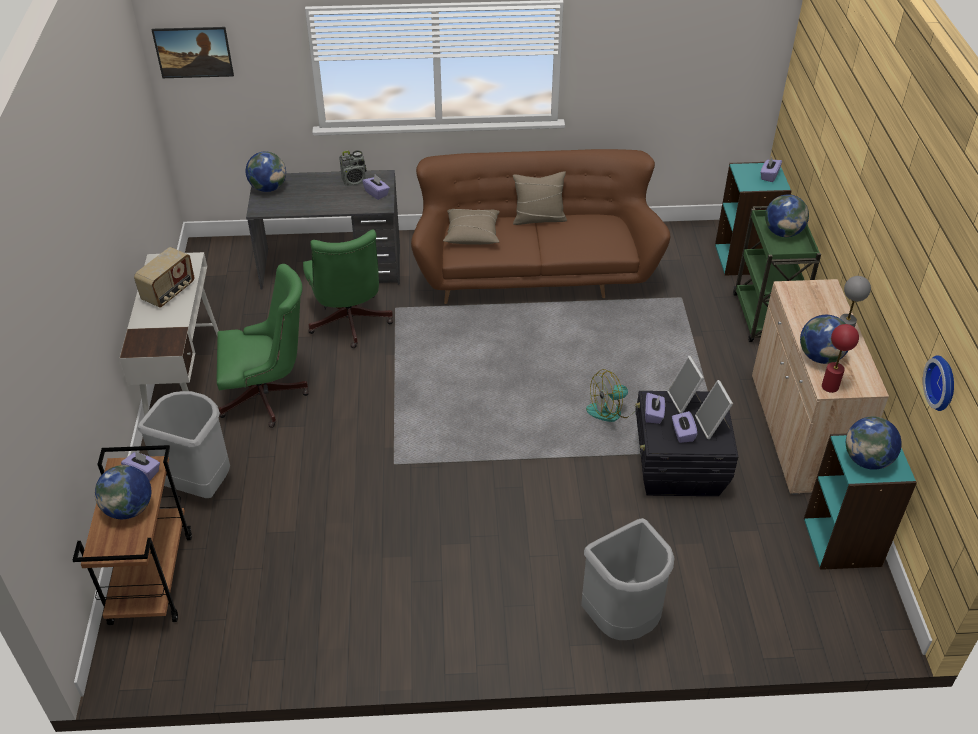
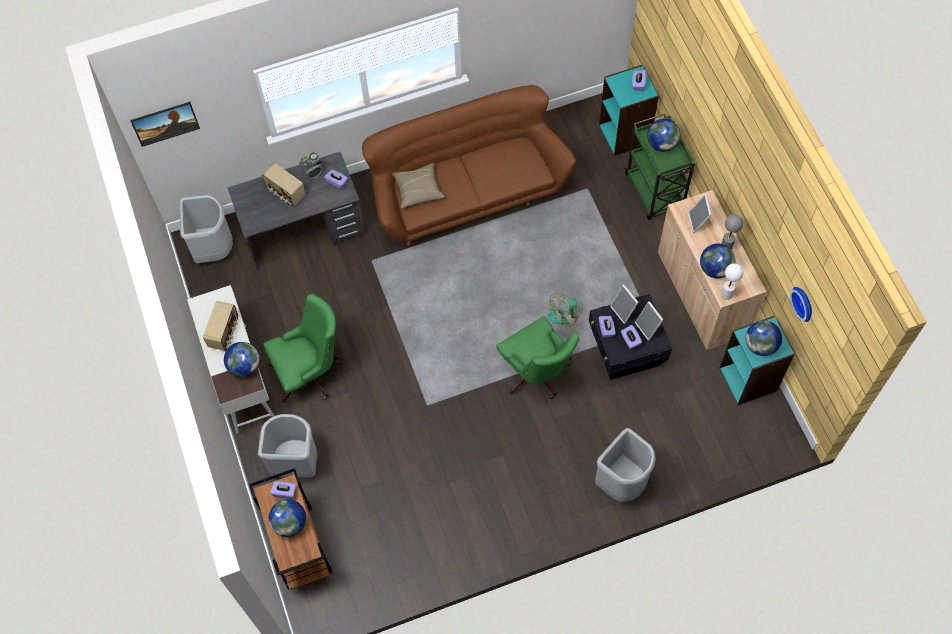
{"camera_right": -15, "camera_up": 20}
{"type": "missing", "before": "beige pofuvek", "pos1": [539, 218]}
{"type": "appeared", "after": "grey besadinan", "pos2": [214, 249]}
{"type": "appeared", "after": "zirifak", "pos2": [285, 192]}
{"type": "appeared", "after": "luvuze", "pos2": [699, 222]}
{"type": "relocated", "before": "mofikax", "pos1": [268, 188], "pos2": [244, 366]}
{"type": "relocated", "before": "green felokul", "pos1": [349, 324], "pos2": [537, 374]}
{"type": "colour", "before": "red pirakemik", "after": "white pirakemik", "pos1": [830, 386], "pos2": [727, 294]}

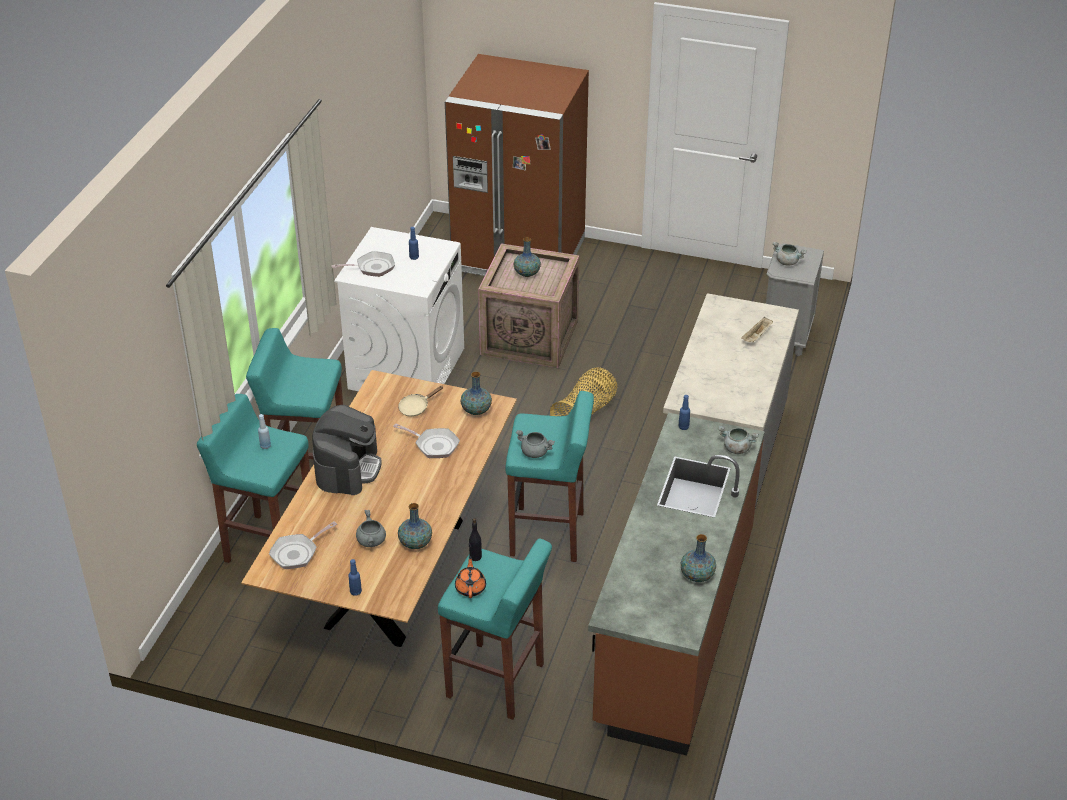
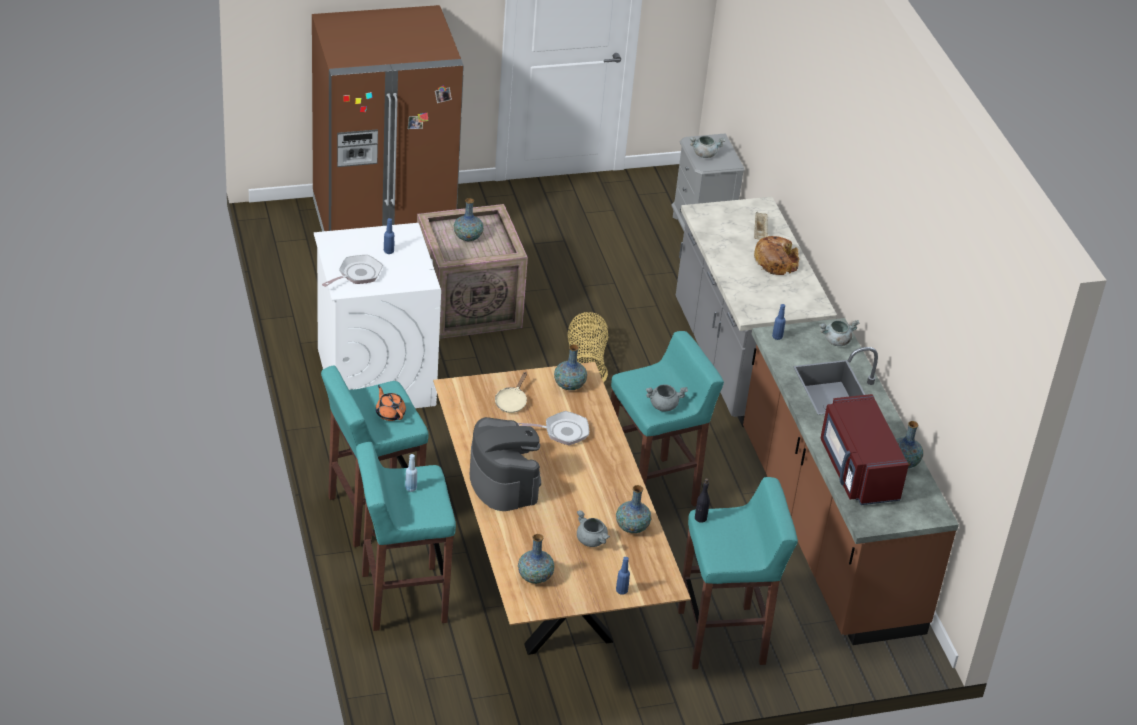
{"camera_right": -35, "camera_up": 0}
{"type": "appeared", "after": "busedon", "pos2": [776, 262]}
{"type": "appeared", "after": "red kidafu", "pos2": [857, 470]}
{"type": "relocated", "before": "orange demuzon", "pos1": [470, 587], "pos2": [390, 413]}
{"type": "exchanged", "before": "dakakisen", "after": "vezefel", "pos1": [297, 553], "pos2": [535, 577]}

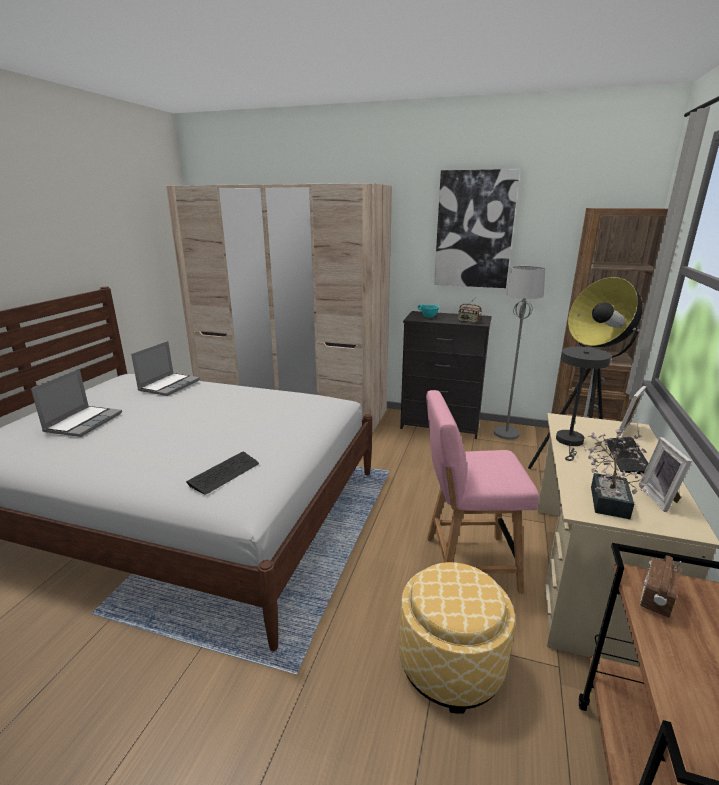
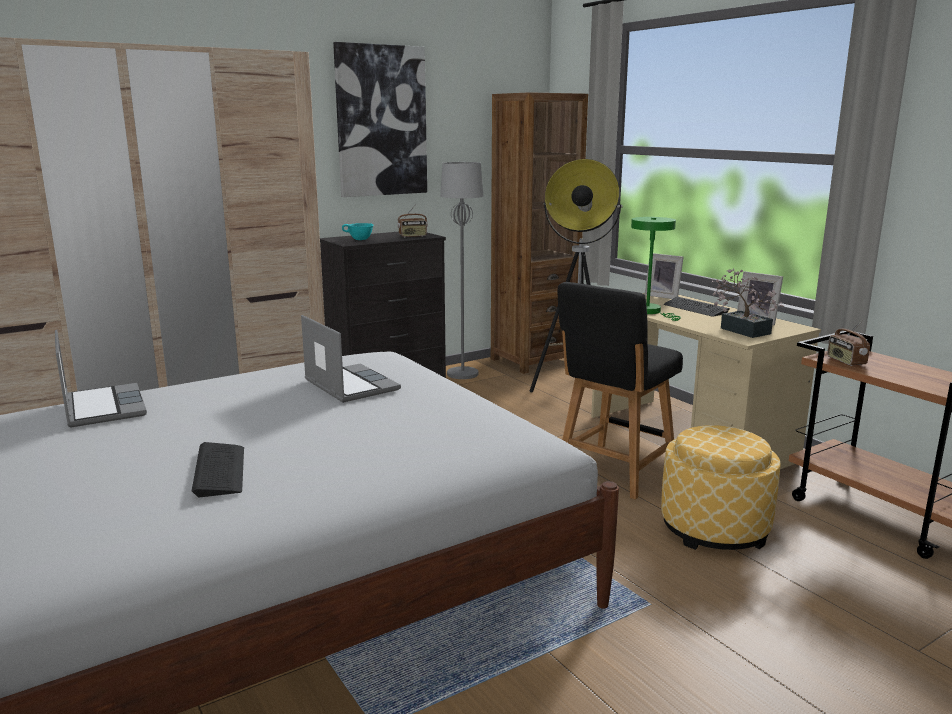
{"camera_right": -50, "camera_up": -5}
{"type": "relocated", "before": "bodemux", "pos1": [84, 422], "pos2": [349, 385]}
{"type": "relocated", "before": "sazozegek", "pos1": [224, 474], "pos2": [220, 470]}
{"type": "colour", "before": "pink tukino", "after": "black tukino", "pos1": [466, 563], "pos2": [613, 472]}
{"type": "colour", "before": "grey pirakemik", "after": "green pirakemik", "pos1": [570, 442], "pos2": [651, 312]}
{"type": "spun", "before": "luvuze", "pos1": [630, 431], "pos2": [663, 296], "turn": -45}

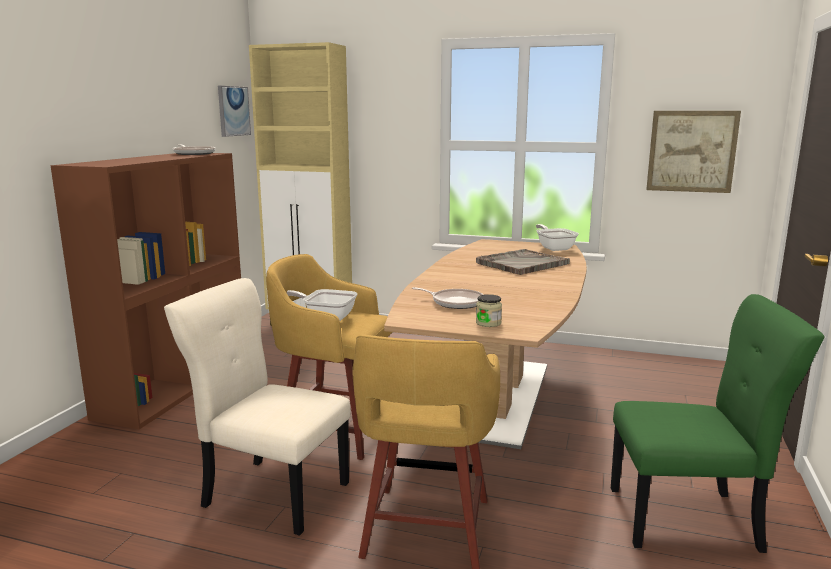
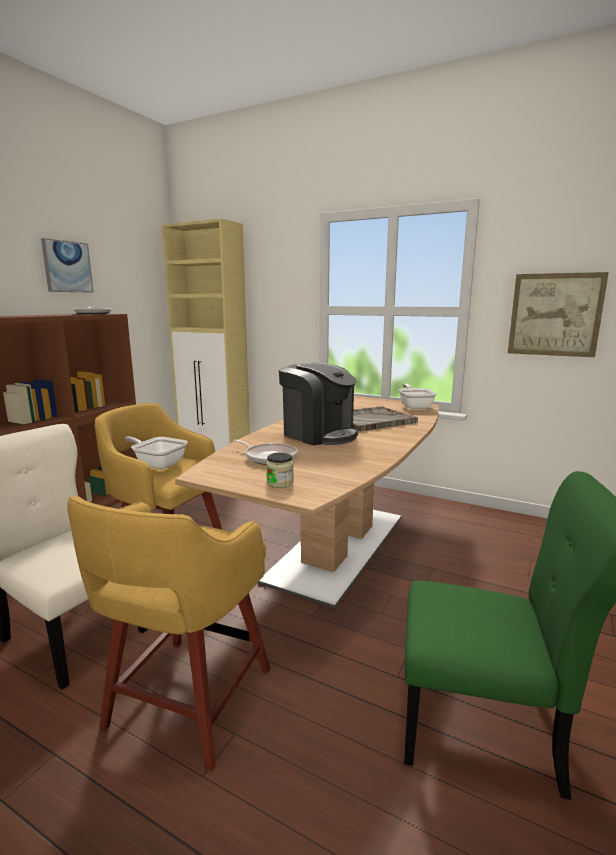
{"camera_right": 10, "camera_up": 0}
{"type": "appeared", "after": "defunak", "pos2": [319, 434]}
{"type": "relocated", "before": "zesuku", "pos1": [233, 111], "pos2": [67, 267]}

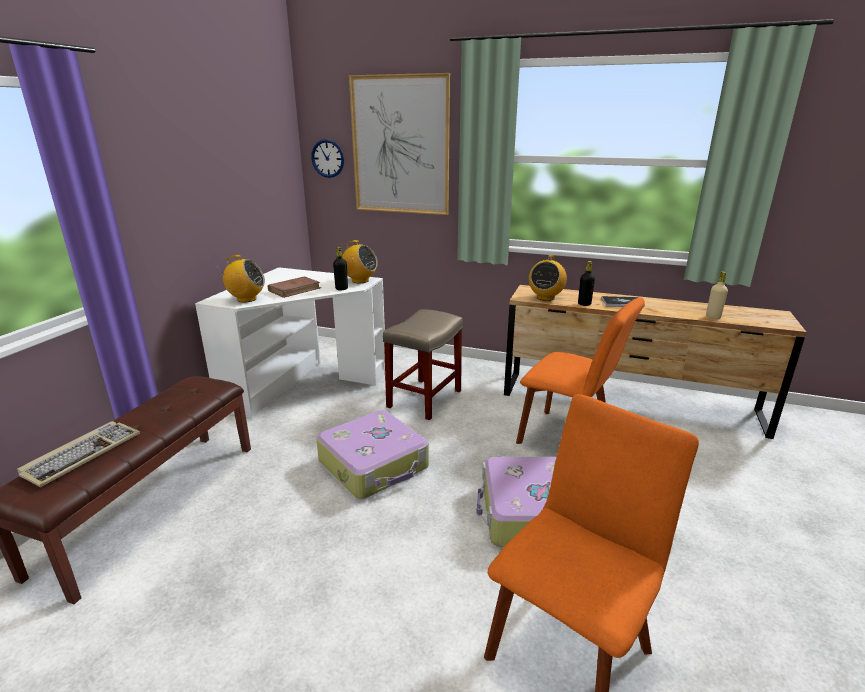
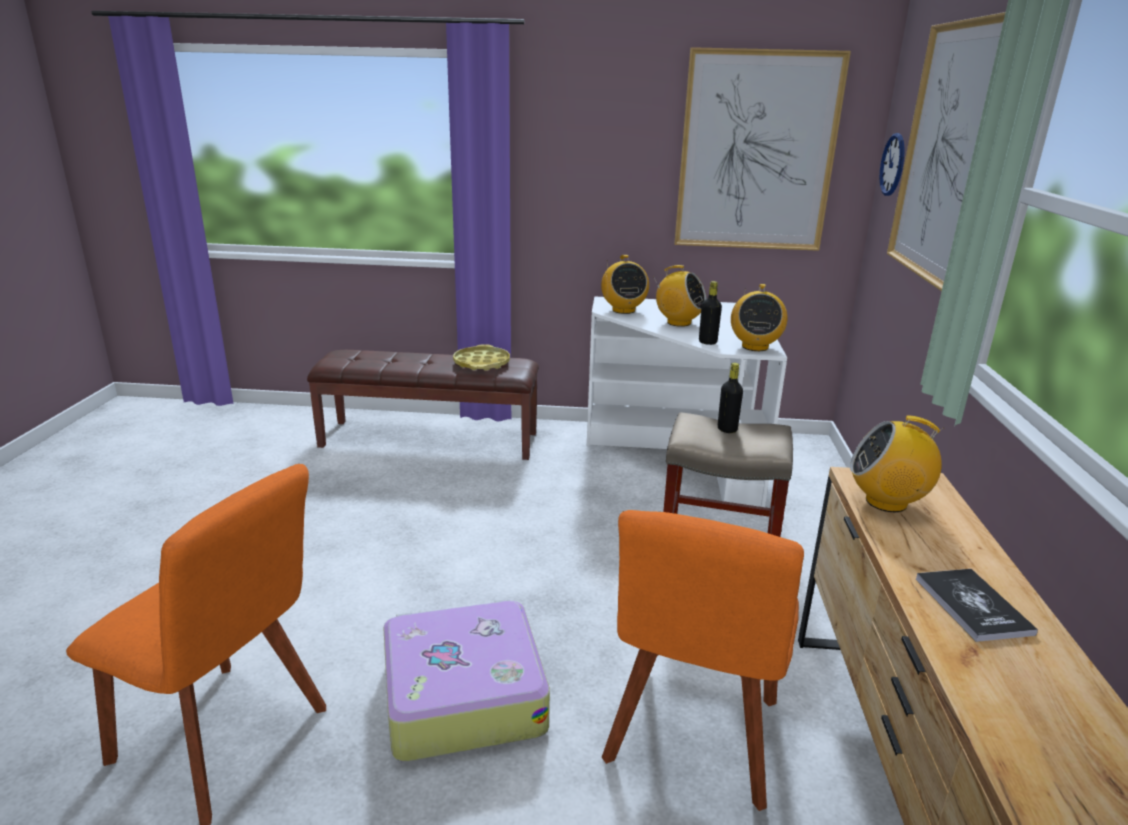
{"camera_right": 75, "camera_up": 0}
{"type": "missing", "before": "sazozegek", "pos1": [82, 454]}
{"type": "missing", "before": "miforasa", "pos1": [374, 464]}
{"type": "missing", "before": "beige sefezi", "pos1": [713, 317]}
{"type": "appeared", "after": "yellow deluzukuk", "pos2": [482, 363]}
{"type": "appeared", "after": "zesuku", "pos2": [756, 152]}
{"type": "relocated", "before": "black sefezi", "pos1": [584, 304], "pos2": [727, 429]}
{"type": "exchanged", "before": "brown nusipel", "after": "zirifak", "pos1": [294, 289], "pos2": [678, 322]}

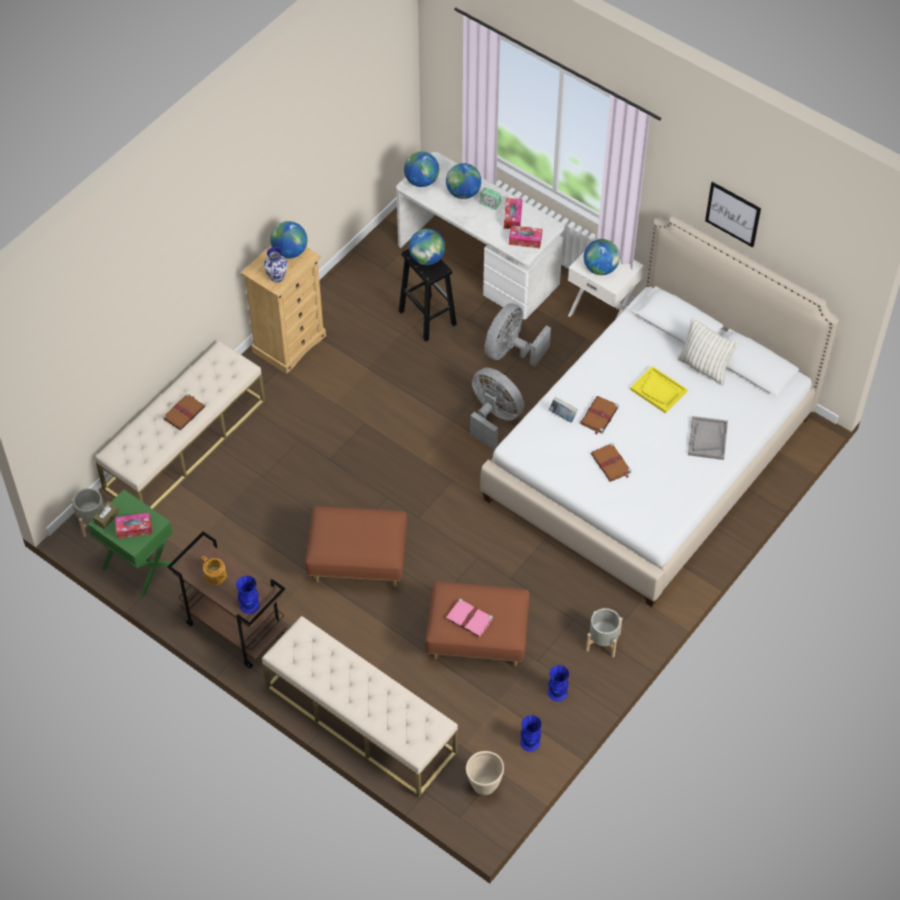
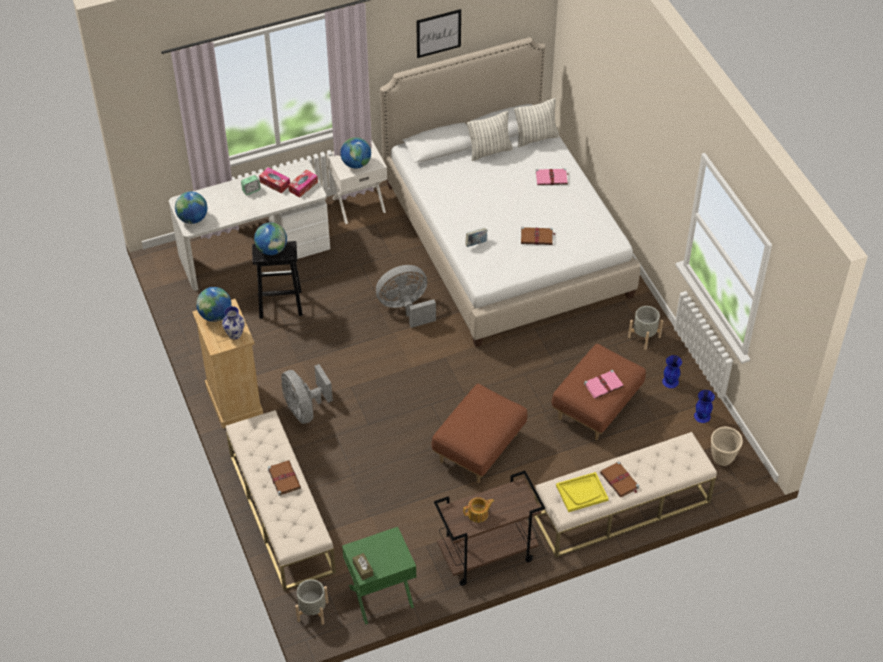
{"camera_right": -60, "camera_up": -5}
{"type": "missing", "before": "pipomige", "pos1": [134, 528]}
{"type": "missing", "before": "blue vezefel", "pos1": [249, 605]}
{"type": "missing", "before": "mofikax", "pos1": [463, 193]}
{"type": "appeared", "after": "pofuvek", "pos2": [536, 138]}
{"type": "relocated", "before": "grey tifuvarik", "pos1": [511, 351], "pos2": [305, 409]}
{"type": "relocated", "before": "brown nusipel", "pos1": [599, 416], "pos2": [619, 481]}
{"type": "relocated", "before": "yellow deluzukuk", "pos1": [658, 390], "pos2": [582, 493]}
{"type": "exchanged", "before": "grey deluzukuk", "after": "pink nusipel", "pos1": [707, 439], "pos2": [552, 178]}

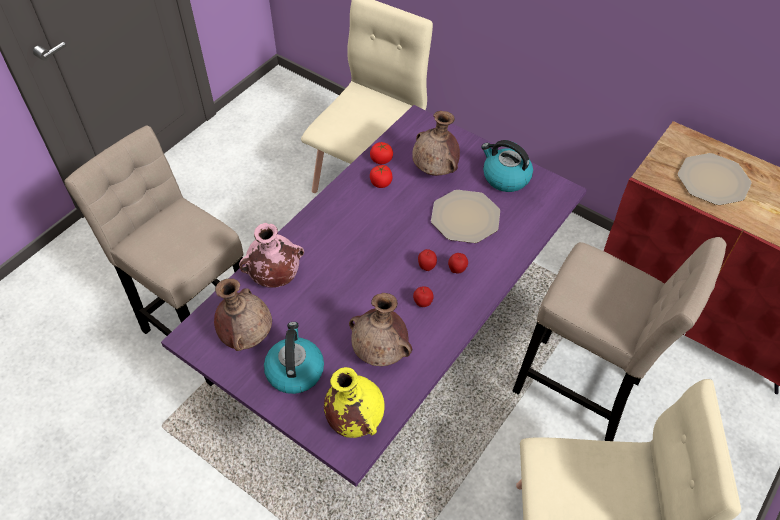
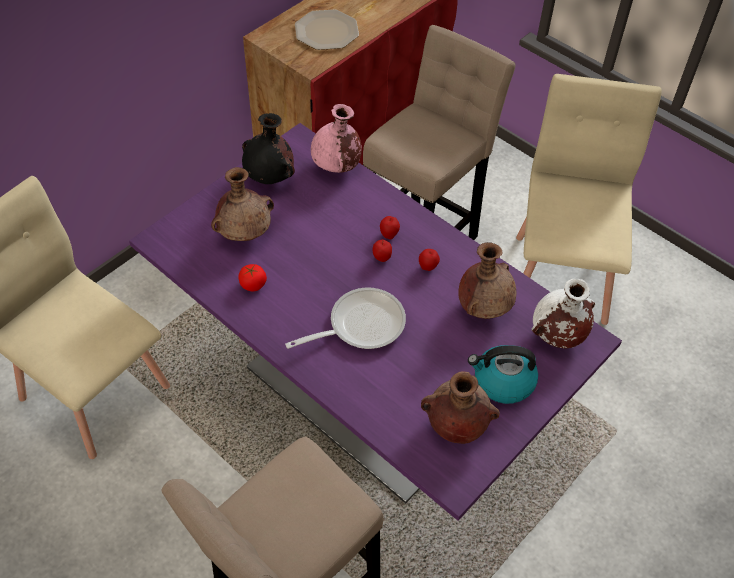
{"camera_right": -85, "camera_up": 0}
{"type": "missing", "before": "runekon", "pos1": [381, 160]}
{"type": "missing", "before": "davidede", "pos1": [466, 218]}
{"type": "appeared", "after": "dakakisen", "pos2": [360, 325]}
{"type": "relocated", "before": "pink vezefel", "pos1": [274, 276], "pos2": [336, 167]}
{"type": "exchanged", "before": "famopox", "after": "black vezefel", "pos1": [505, 177], "pos2": [270, 178]}
{"type": "colour", "before": "yellow vezefel", "after": "white vezefel", "pos1": [354, 418], "pos2": [557, 335]}

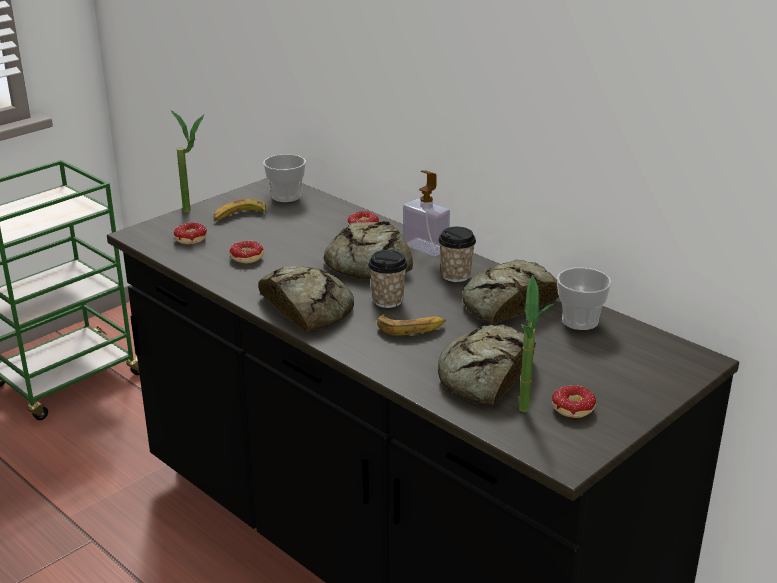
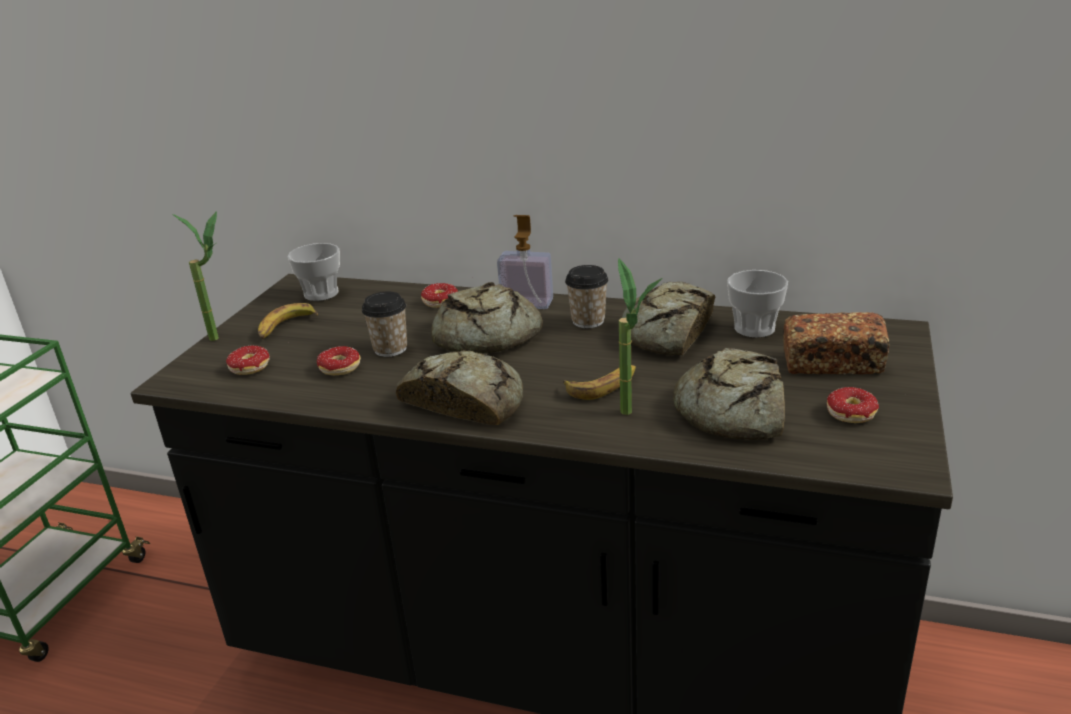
{"camera_right": -25, "camera_up": 0}
{"type": "appeared", "after": "busedon", "pos2": [832, 363]}
{"type": "relocated", "before": "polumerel", "pos1": [387, 301], "pos2": [390, 349]}
{"type": "relocated", "before": "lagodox", "pos1": [527, 415], "pos2": [635, 416]}

